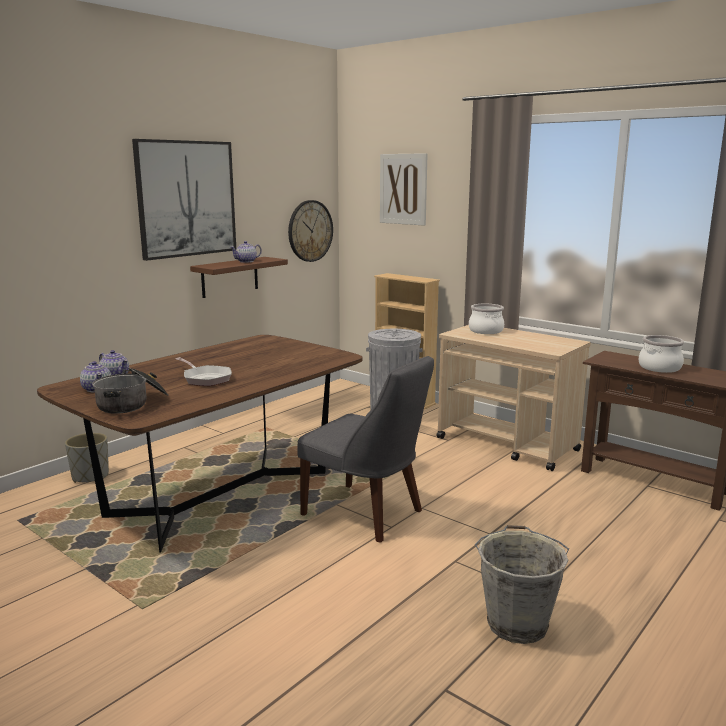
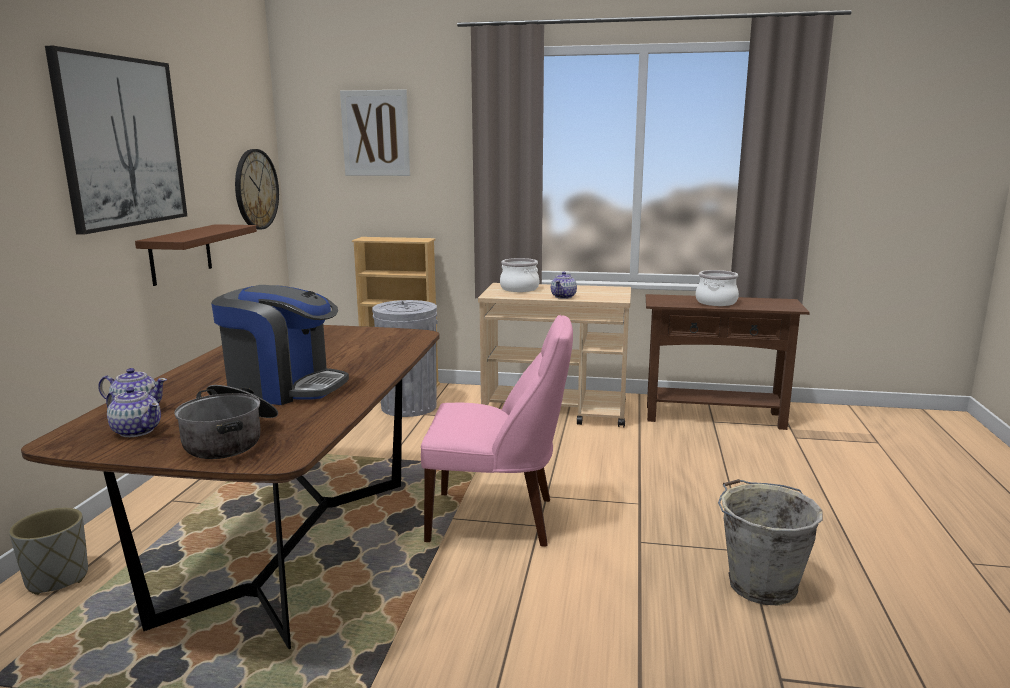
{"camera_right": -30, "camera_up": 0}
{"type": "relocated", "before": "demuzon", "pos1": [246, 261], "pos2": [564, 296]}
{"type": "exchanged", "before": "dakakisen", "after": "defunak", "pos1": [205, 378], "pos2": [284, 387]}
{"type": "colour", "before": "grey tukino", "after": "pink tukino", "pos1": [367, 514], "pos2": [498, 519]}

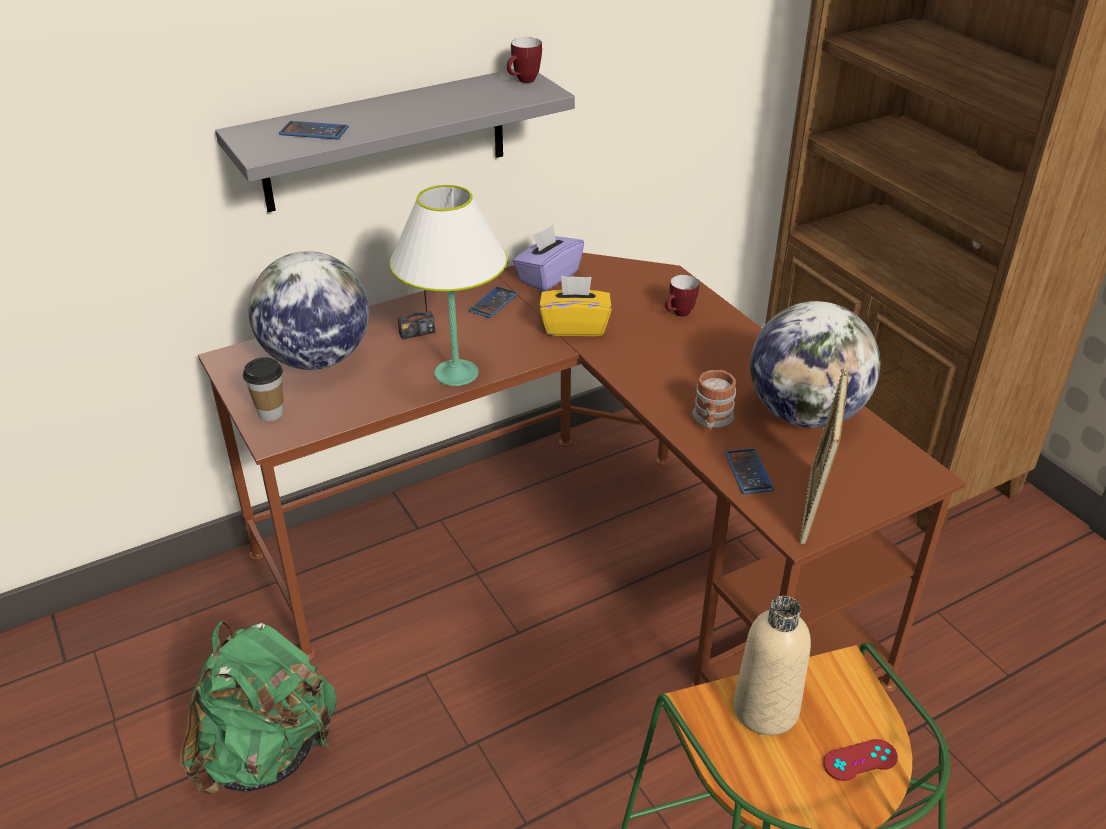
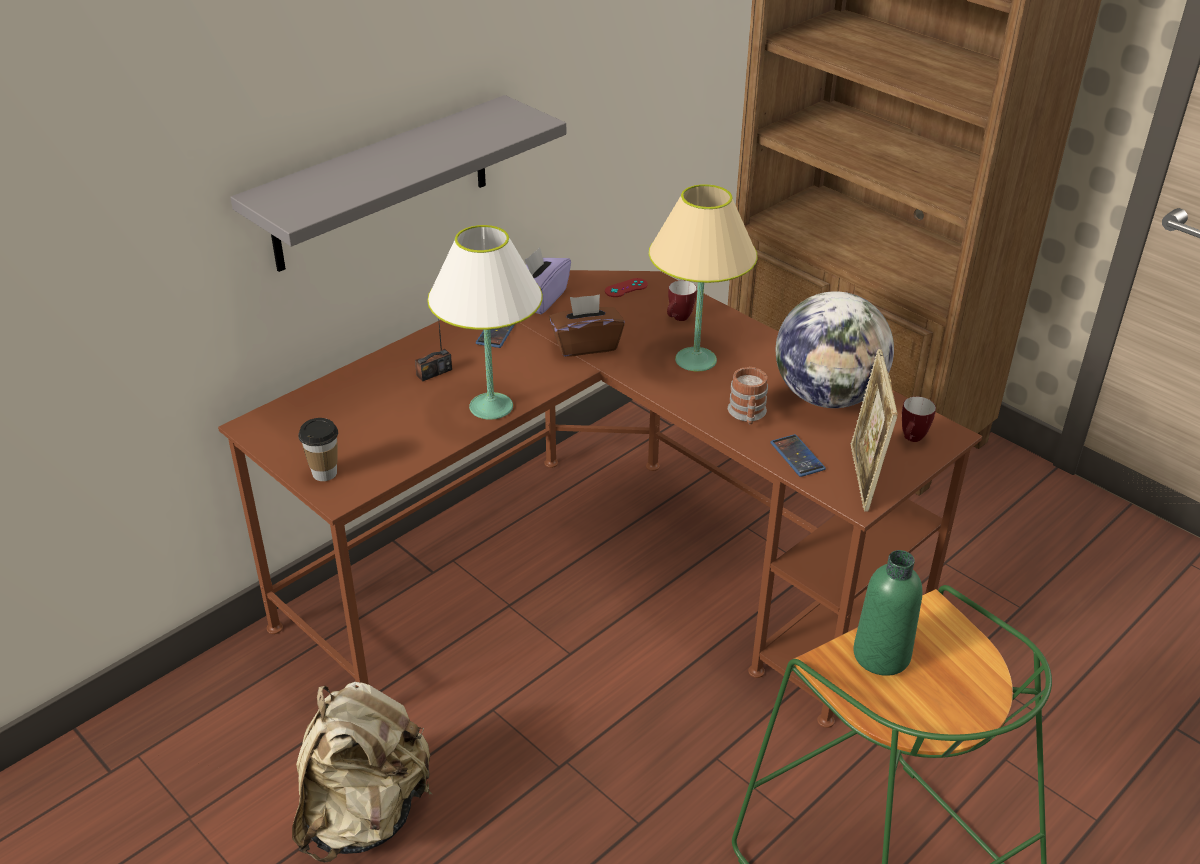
{"camera_right": -15, "camera_up": 0}
{"type": "missing", "before": "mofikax", "pos1": [317, 359]}
{"type": "missing", "before": "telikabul", "pos1": [314, 131]}
{"type": "appeared", "after": "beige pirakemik", "pos2": [695, 359]}
{"type": "relocated", "before": "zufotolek", "pos1": [523, 81], "pos2": [912, 440]}
{"type": "relocated", "before": "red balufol", "pos1": [860, 760], "pos2": [626, 288]}
{"type": "colour", "before": "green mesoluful", "after": "beige mesoluful", "pos1": [268, 752], "pos2": [364, 814]}
{"type": "colour", "before": "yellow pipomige", "after": "brown pipomige", "pos1": [575, 327], "pos2": [586, 345]}
{"type": "colour", "before": "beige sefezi", "after": "green sefezi", "pos1": [765, 709], "pos2": [881, 655]}

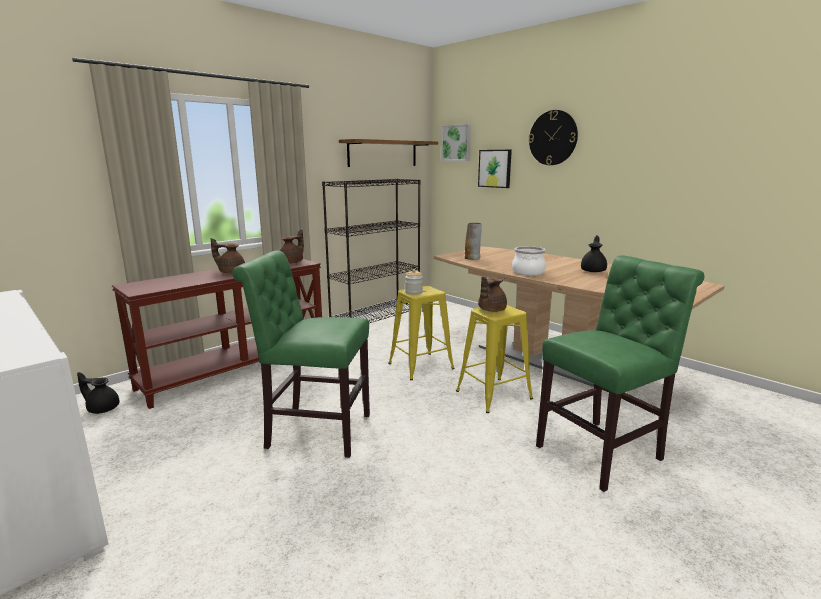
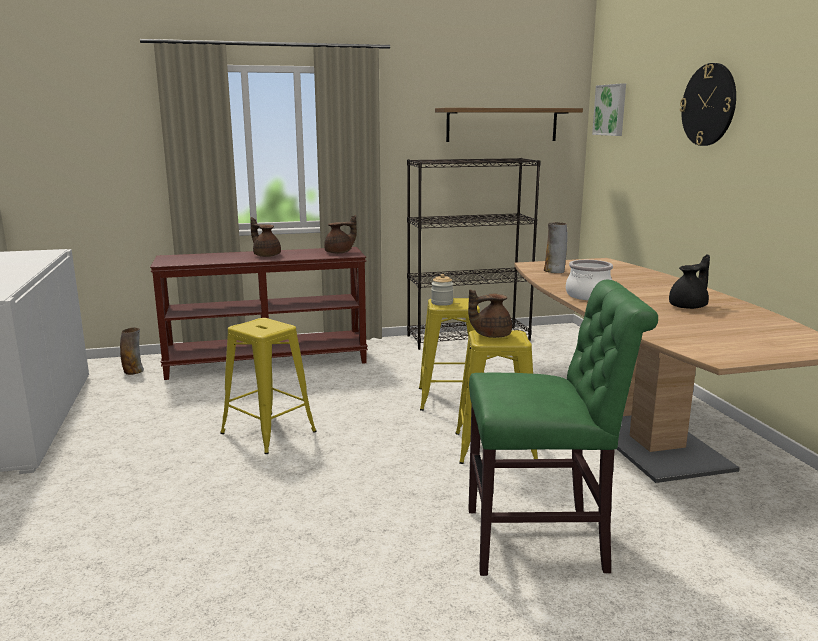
{"camera_right": 30, "camera_up": 0}
{"type": "missing", "before": "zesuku", "pos1": [495, 168]}
{"type": "exchanged", "before": "black demuzon", "after": "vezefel", "pos1": [102, 408], "pos2": [133, 371]}
{"type": "exchanged", "before": "green tukino", "after": "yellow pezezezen", "pos1": [314, 431], "pos2": [268, 432]}

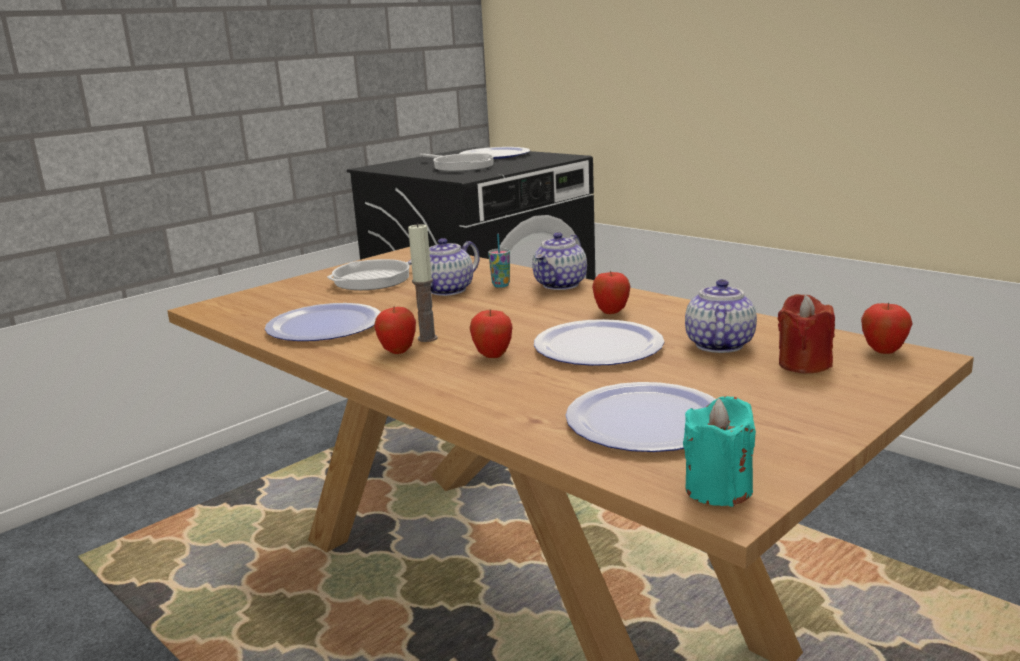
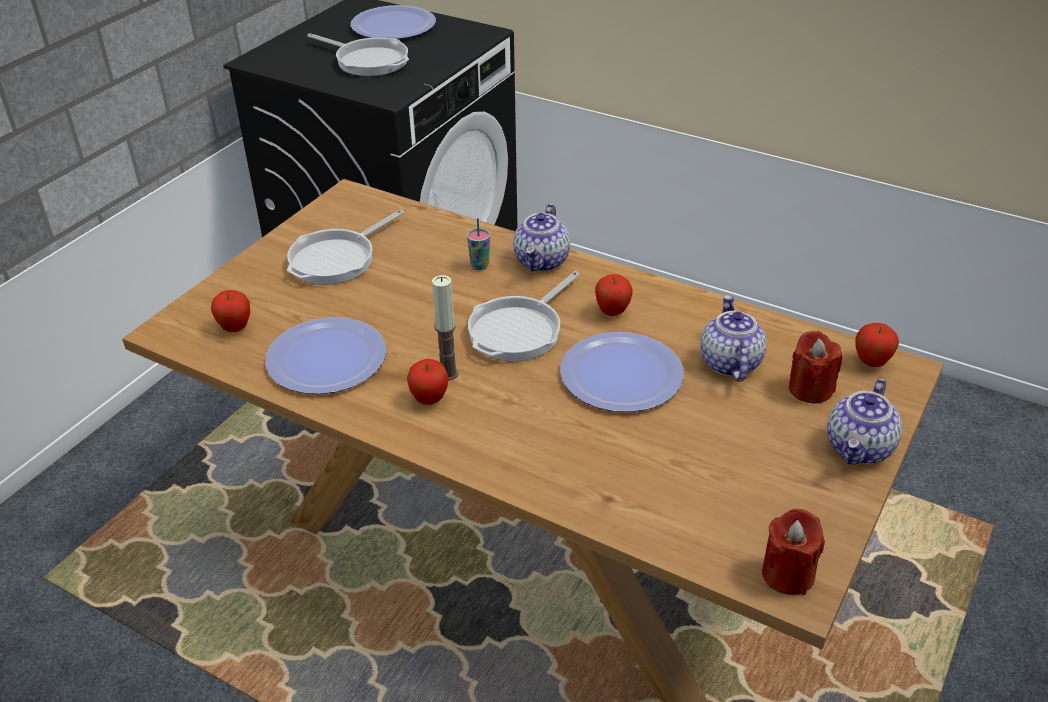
{"camera_right": -15, "camera_up": 20}
{"type": "missing", "before": "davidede", "pos1": [646, 421]}
{"type": "appeared", "after": "dakakisen", "pos2": [519, 330]}
{"type": "relocated", "before": "demuzon", "pos1": [447, 290], "pos2": [860, 448]}
{"type": "relocated", "before": "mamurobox", "pos1": [492, 356], "pos2": [235, 328]}
{"type": "colour", "before": "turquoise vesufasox", "after": "red vesufasox", "pos1": [718, 490], "pos2": [787, 574]}

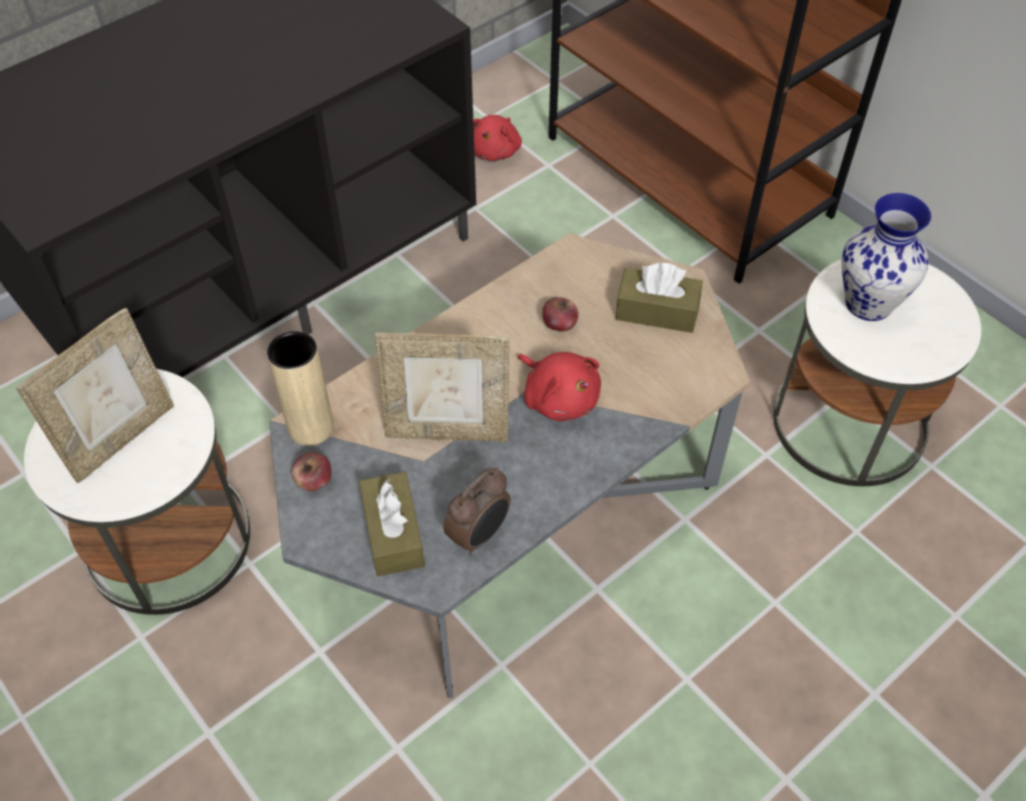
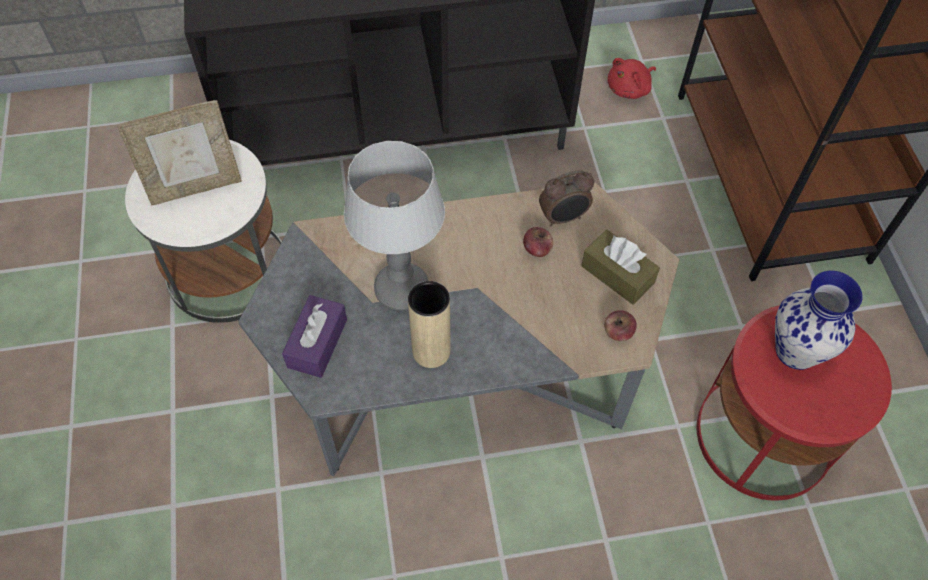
{"camera_right": 30, "camera_up": 5}
{"type": "missing", "before": "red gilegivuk", "pos1": [559, 397]}
{"type": "relocated", "before": "beige vezefel", "pos1": [311, 427], "pos2": [431, 351]}
{"type": "relocated", "before": "mamurobox", "pos1": [314, 481], "pos2": [617, 332]}
{"type": "relocated", "before": "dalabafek", "pos1": [480, 535], "pos2": [563, 218]}
{"type": "exchanged", "before": "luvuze", "after": "pirakemik", "pos1": [447, 431], "pos2": [403, 289]}
{"type": "colour", "before": "brown pipomige", "after": "purple pipomige", "pos1": [393, 533], "pos2": [317, 343]}
{"type": "colour", "before": "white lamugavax", "after": "red lamugavax", "pos1": [850, 423], "pos2": [763, 436]}

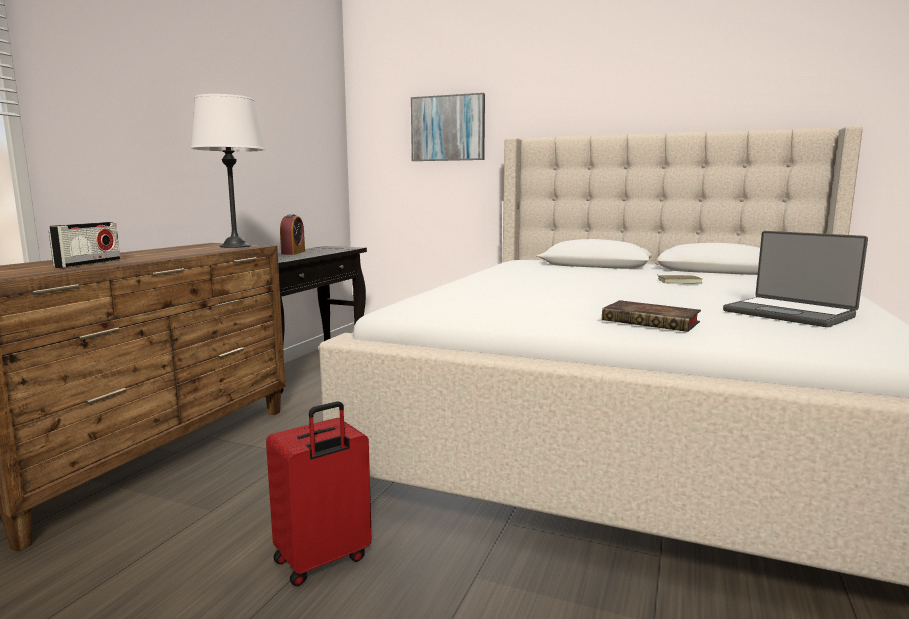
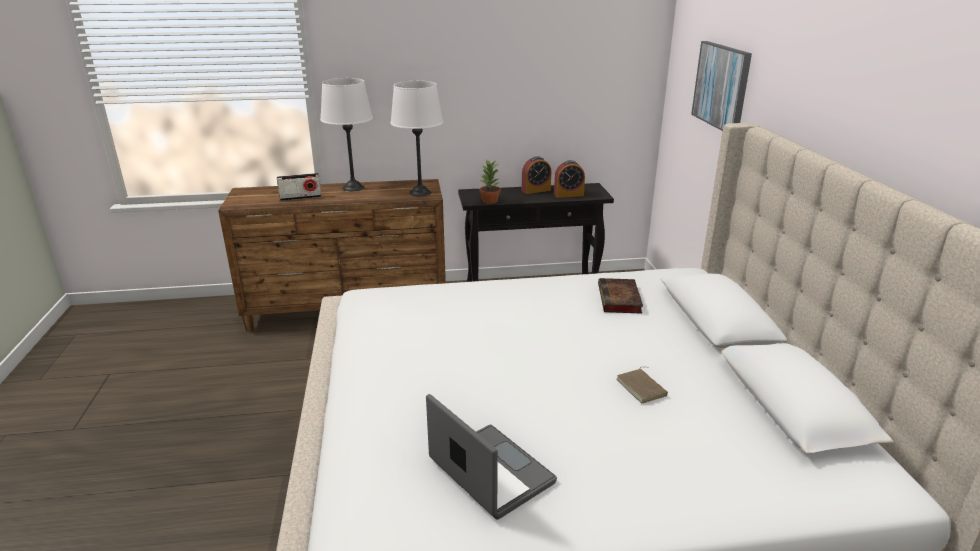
{"camera_right": 60, "camera_up": 15}
{"type": "missing", "before": "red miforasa", "pos1": [323, 561]}
{"type": "appeared", "after": "white pirakemik", "pos2": [353, 187]}
{"type": "appeared", "after": "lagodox", "pos2": [490, 201]}
{"type": "appeared", "after": "dalabafek", "pos2": [568, 195]}
{"type": "relocated", "before": "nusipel", "pos1": [653, 322], "pos2": [620, 300]}
{"type": "spun", "before": "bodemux", "pos1": [789, 314], "pos2": [489, 473], "turn": 120}

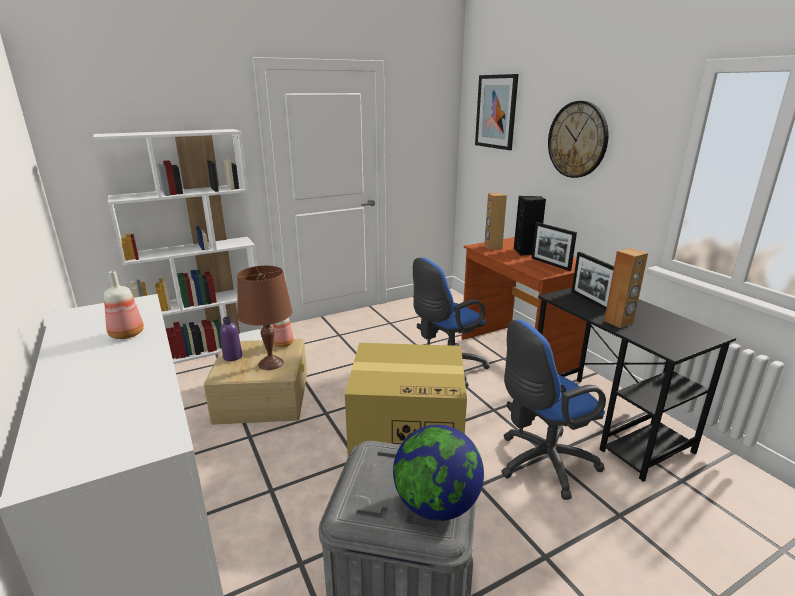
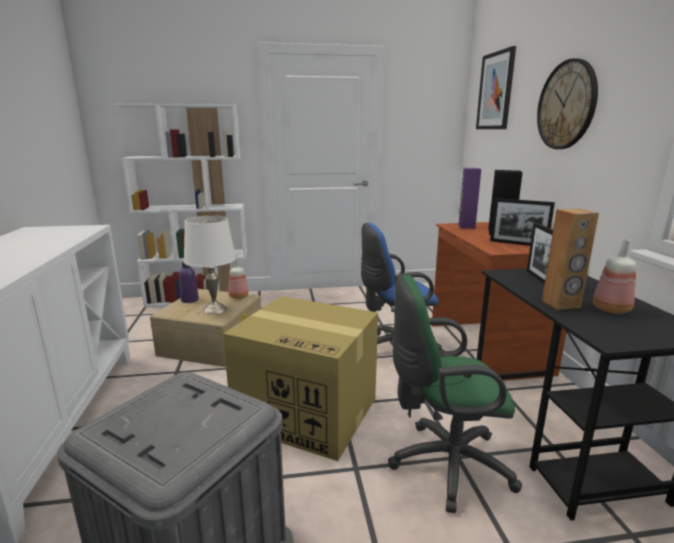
{"camera_right": 20, "camera_up": -5}
{"type": "missing", "before": "mofikax", "pos1": [436, 505]}
{"type": "relocated", "before": "sefezi", "pos1": [126, 335], "pos2": [611, 310]}
{"type": "colour", "before": "brown pirakemik", "after": "white pirakemik", "pos1": [271, 363], "pos2": [215, 309]}
{"type": "colour", "before": "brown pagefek", "after": "purple pagefek", "pos1": [492, 247], "pos2": [466, 226]}
{"type": "colour", "before": "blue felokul", "after": "green felokul", "pos1": [541, 463], "pos2": [444, 464]}
{"type": "spun", "before": "luvuze", "pos1": [550, 264], "pos2": [518, 244], "turn": -45}

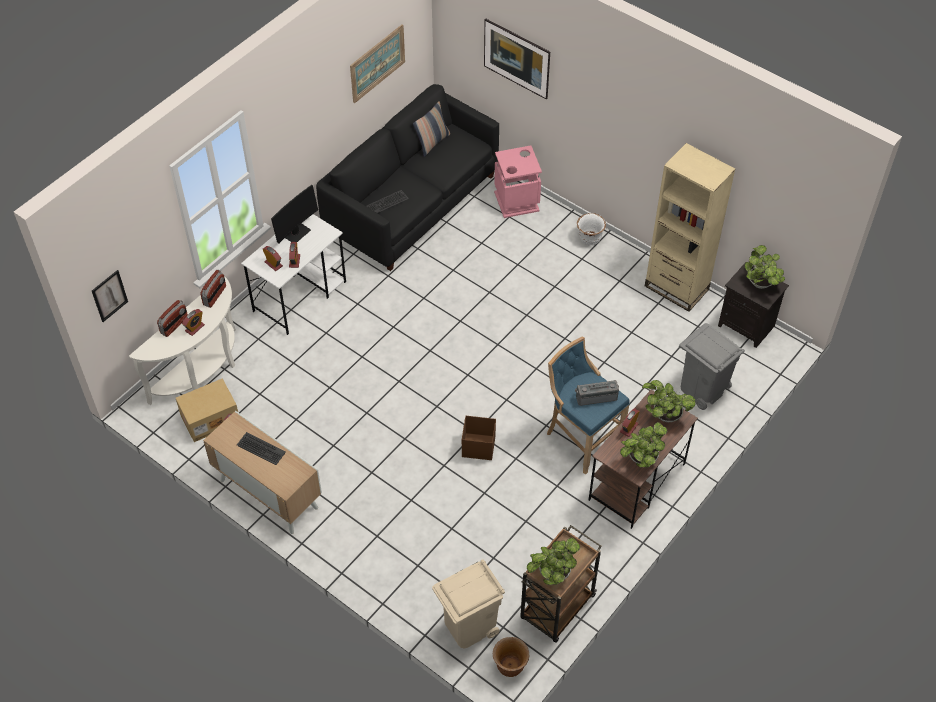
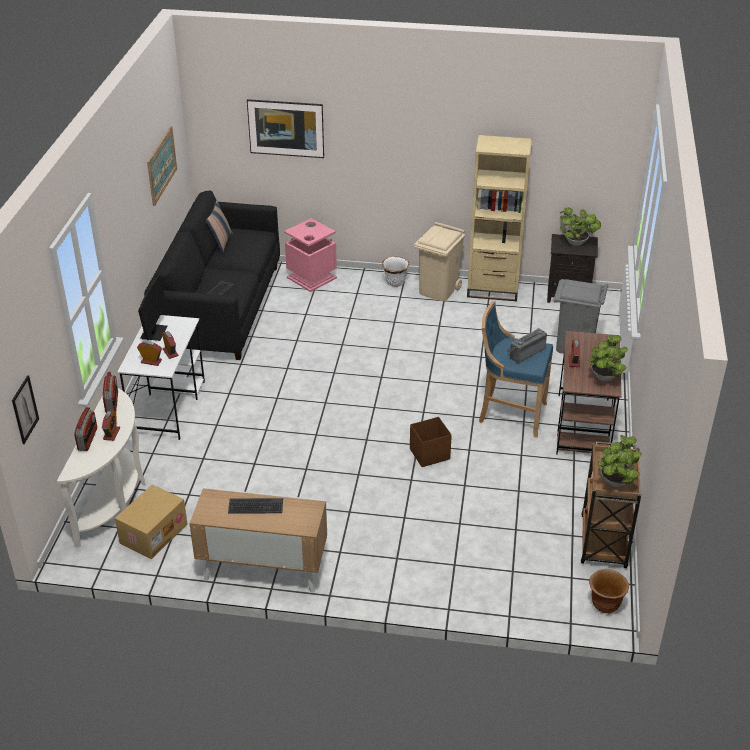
{"camera_right": -30, "camera_up": -15}
{"type": "missing", "before": "lagodox", "pos1": [664, 415]}
{"type": "relocated", "before": "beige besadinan", "pos1": [469, 626], "pos2": [438, 290]}

